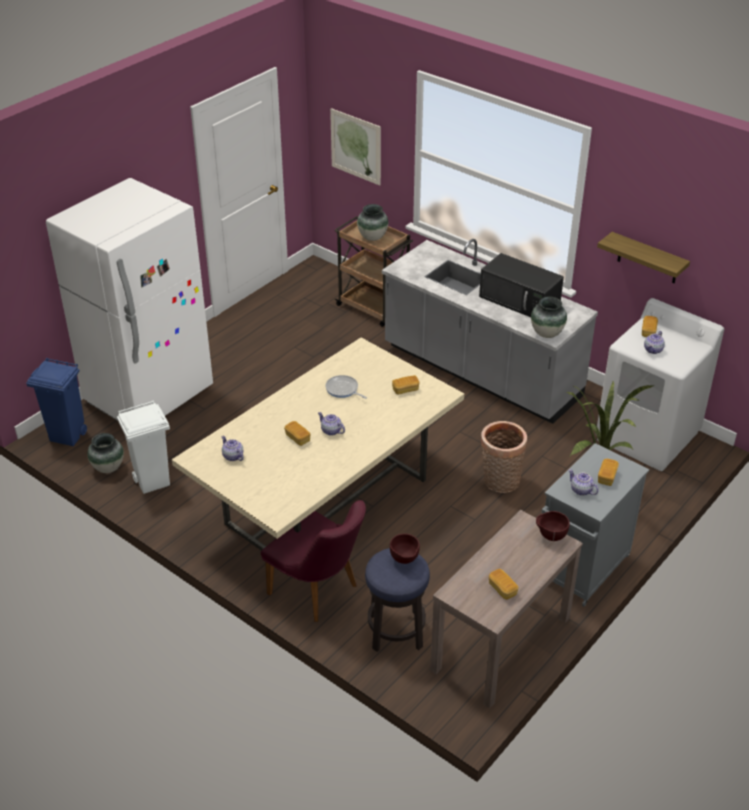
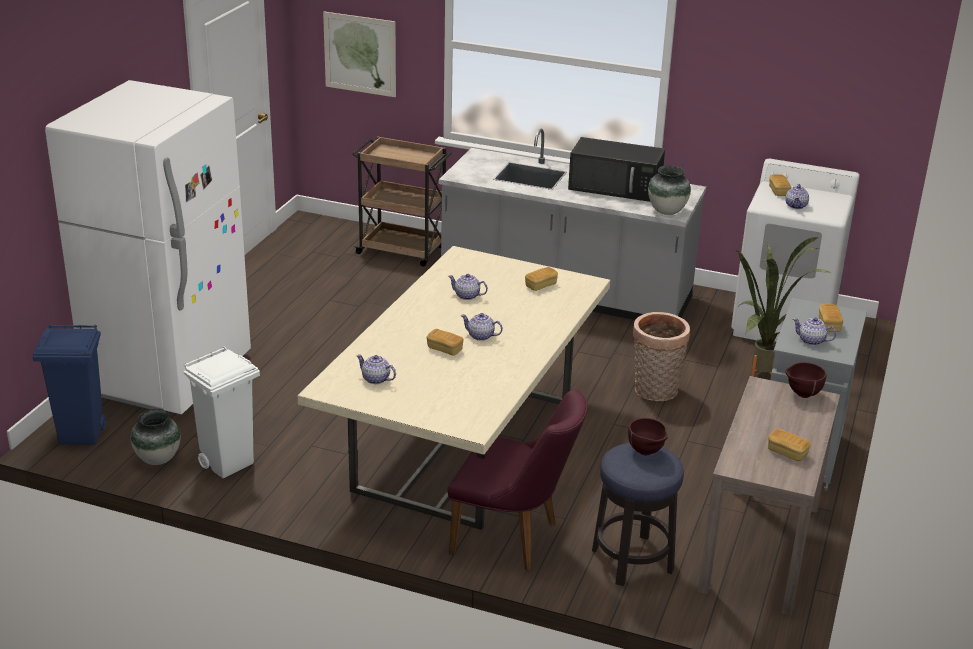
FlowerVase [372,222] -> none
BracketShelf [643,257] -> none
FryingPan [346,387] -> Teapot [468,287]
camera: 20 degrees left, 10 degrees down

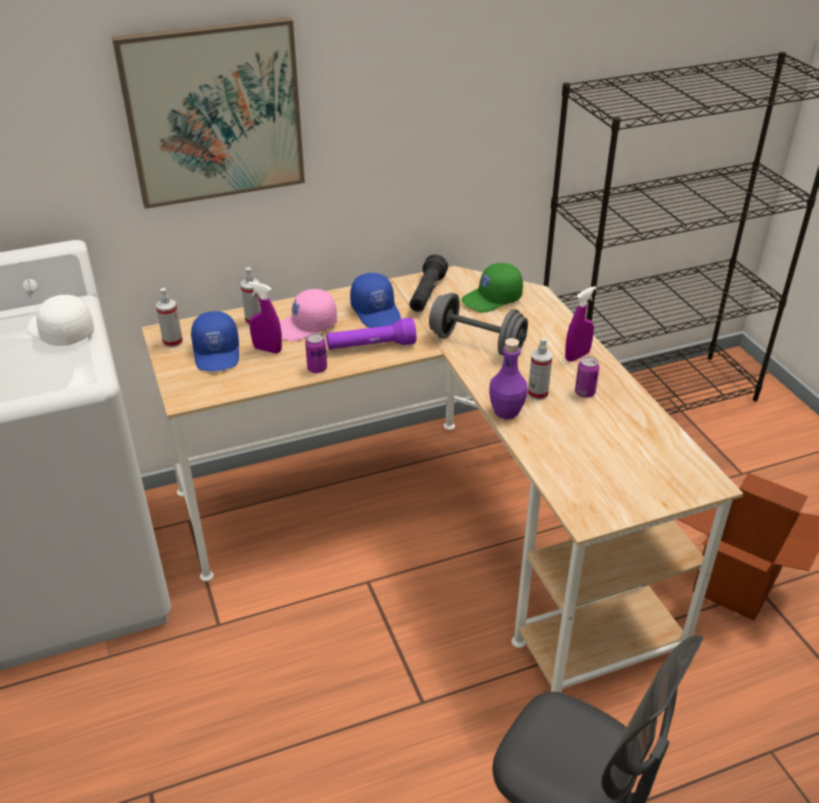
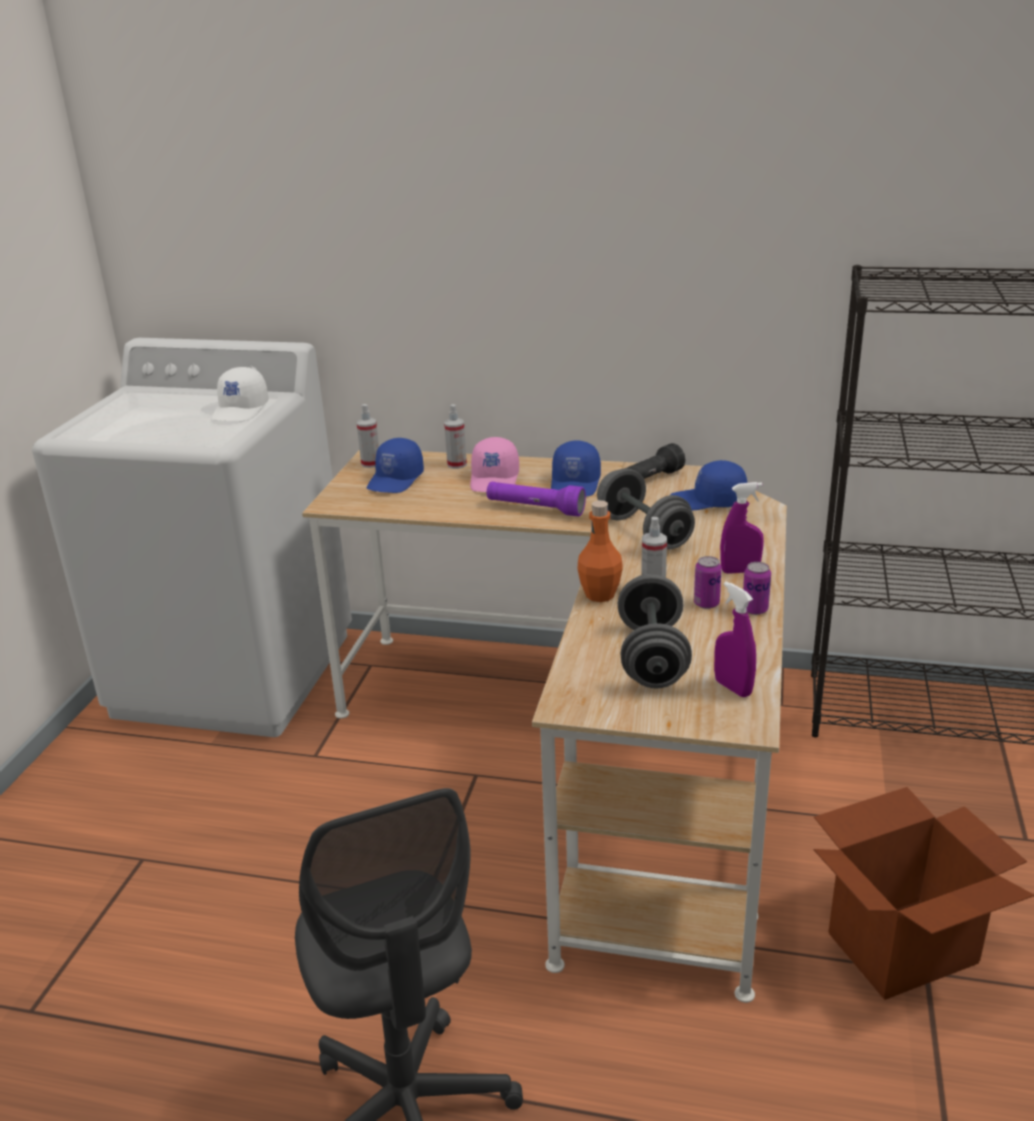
WallPicture [208,113] -> none
none -> GreyishDumbbell [655,631]
PurpleSprayBottle [265,318] -> PurpleSprayBottle [735,639], relocated
MetalCan [316,353] -> MetalCan [757,588], relocated
GreenishBaseballCap [492,288] -> BluishBaseballCap [708,485]
PurpleBeverageBottle [508,379] -> OrangeColouredBeverageBottle [600,551]
WhiteColouredBaseballCap [60,320] -> WhiteColouredBaseballCap [240,394], 150 degrees counterclockwise
PinkishBaseballCap [308,315] -> PinkishBaseballCap [494,464], 90 degrees counterclockwise
camera: 35 degrees right, 10 degrees down

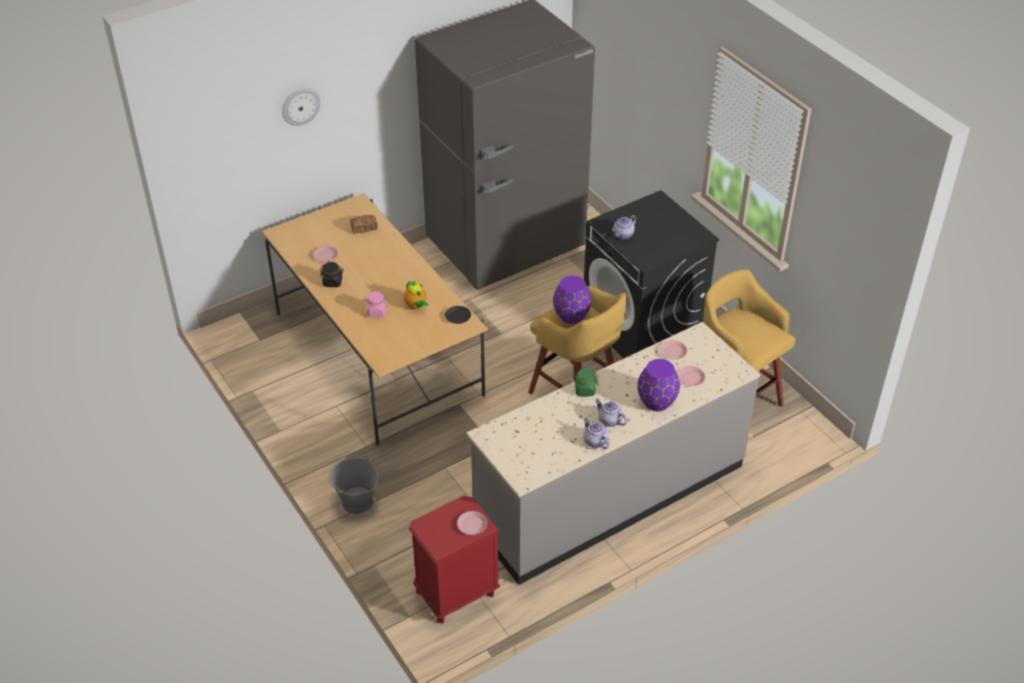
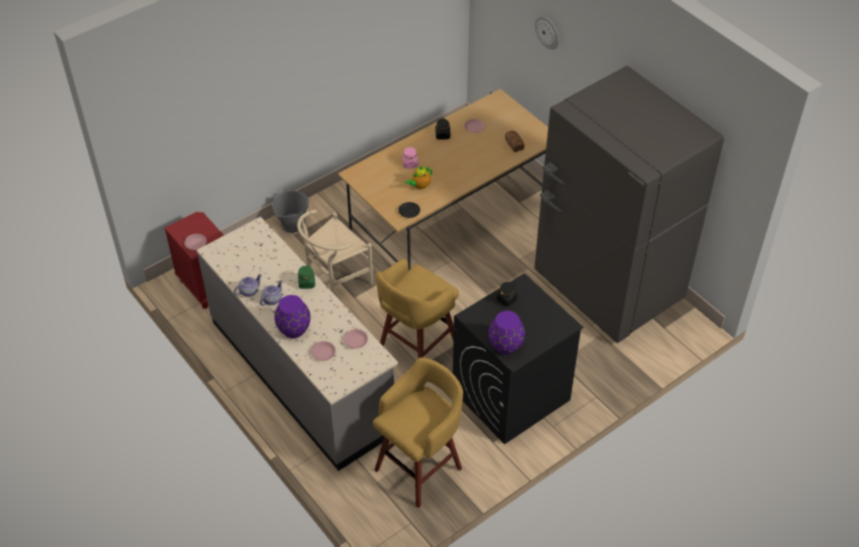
none -> BeigeColouredUprightChair [335,252]
PurpleFlowerVase [572,300] -> PurpleFlowerVase [506,333], relocated
Teapot [624,227] -> BlackishPreserveJar [506,294]
camera: 85 degrees right, 5 degrees up

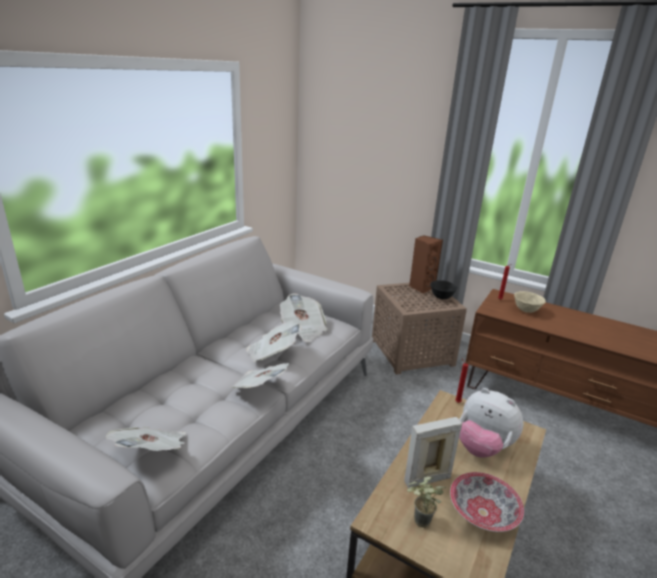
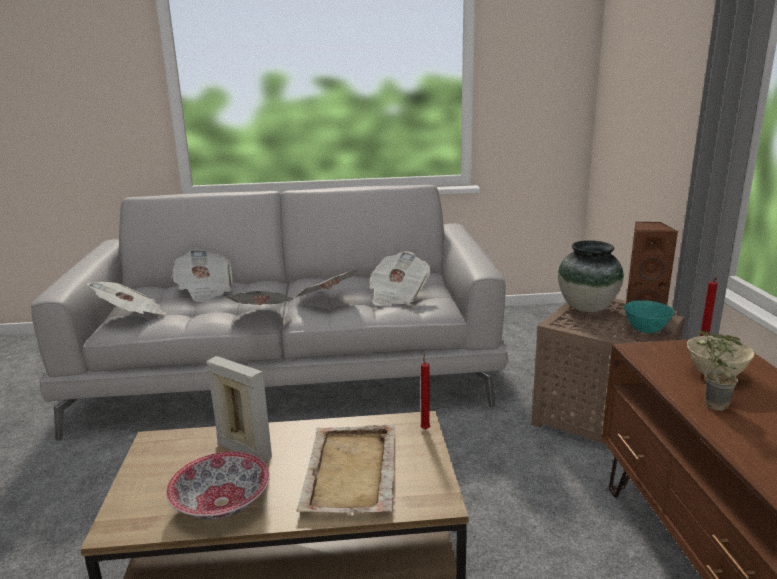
none -> Newspaper [202,275]
none -> FlowerVase [591,276]
PottedPlant [427,502] -> PottedPlant [719,371], relocated
CuddlyToy [491,423] -> BeigeColouredCarryingTray [346,469]
BlackishBowl [443,289] -> TurquoiseBowl [649,317]
camera: 55 degrees right, 5 degrees down

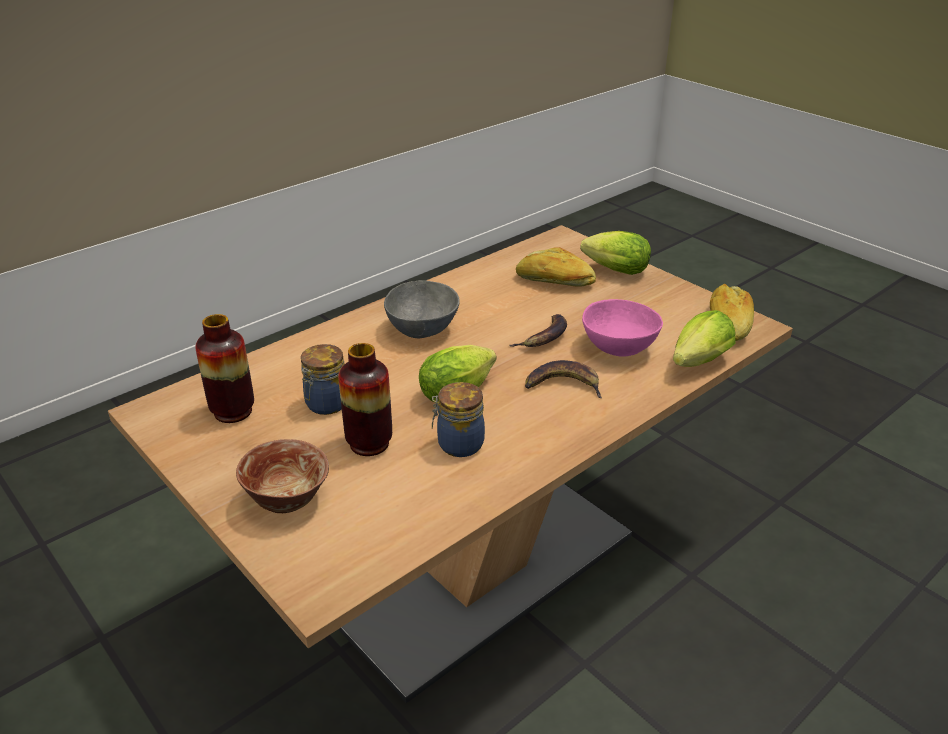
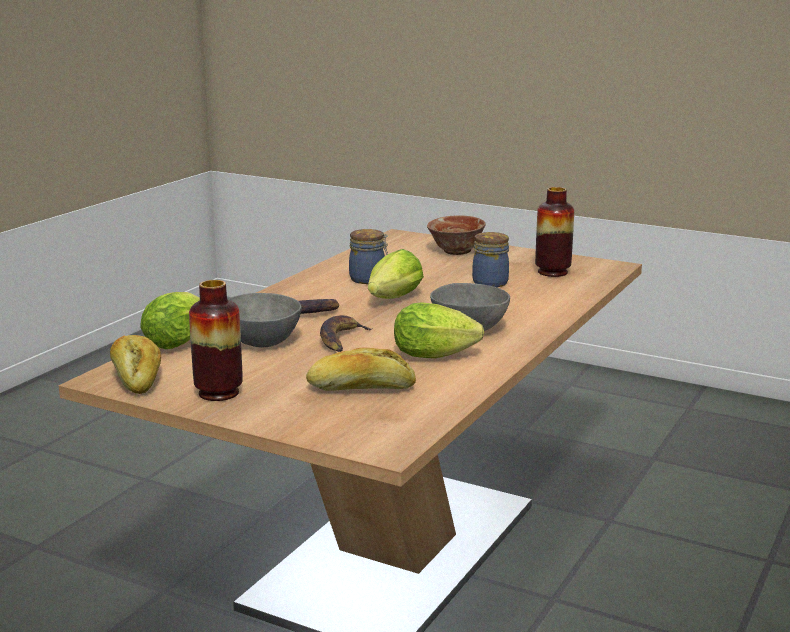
FlowerVase [365,399] -> FlowerVase [216,340], relocated
Lettuce [615,253] -> Lettuce [439,330], relocated
PinkishBowl [622,328] -> GreyishBowl [264,320]
camera: 160 degrees right, 15 degrees down

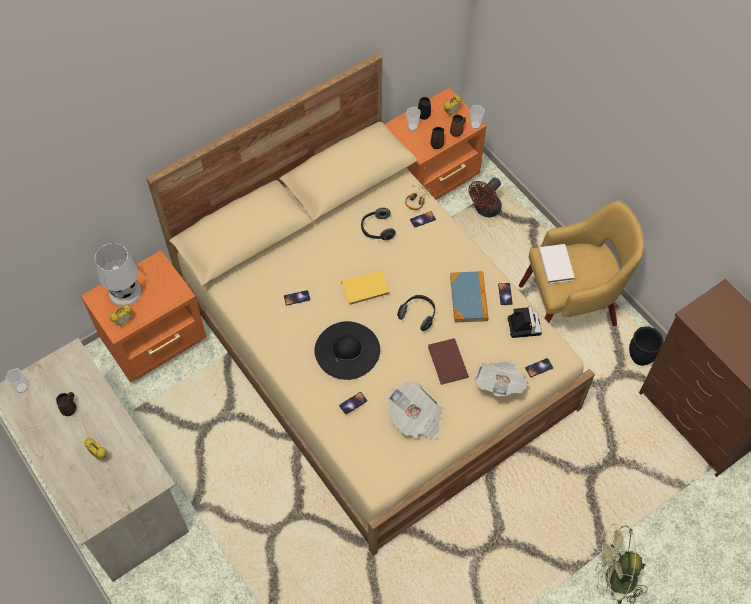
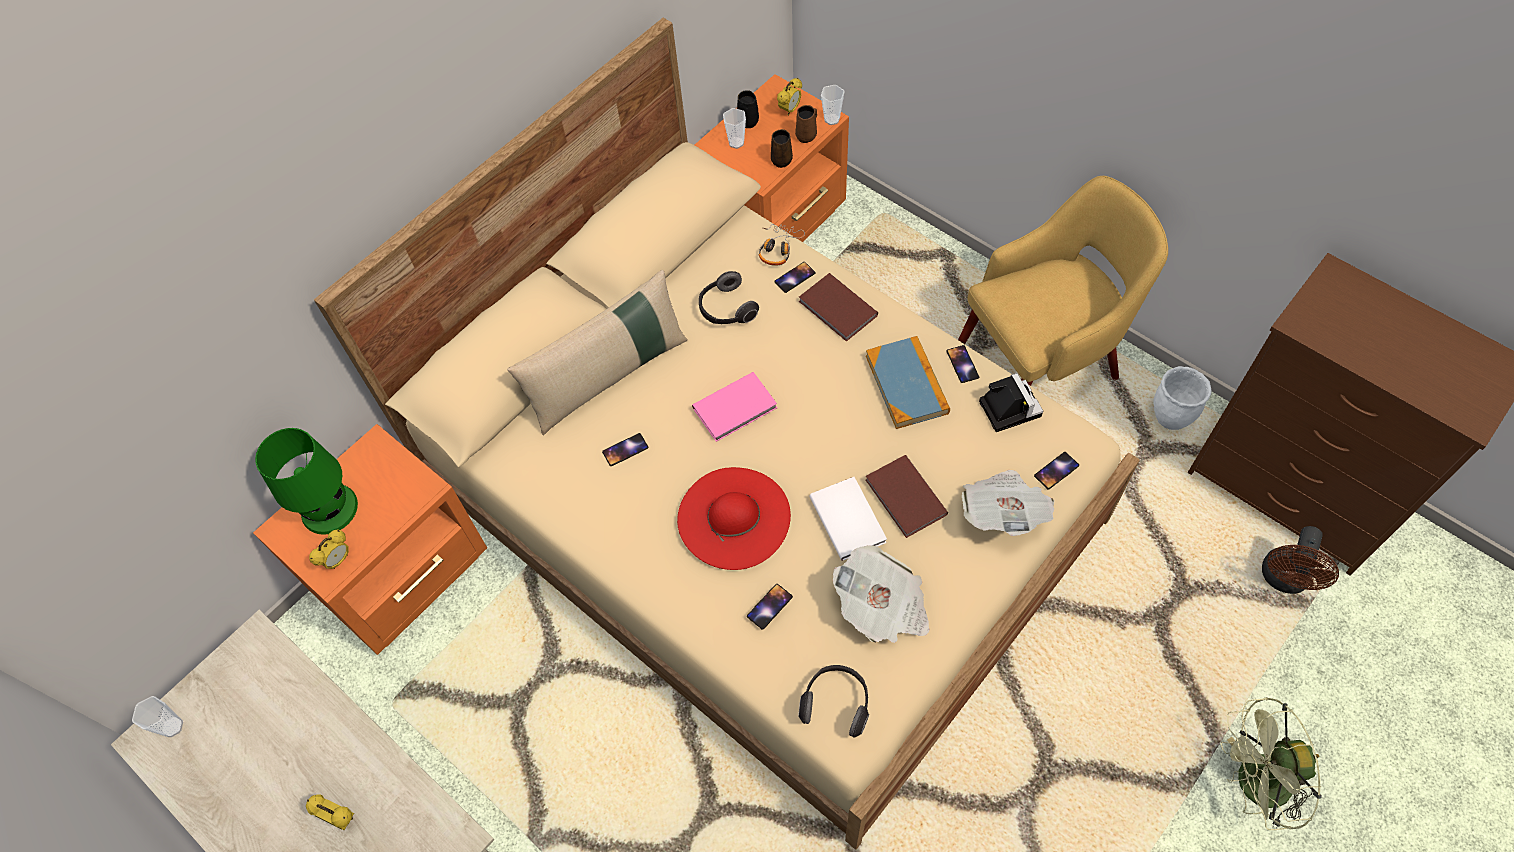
BrownishTeaMug [66,404] -> none
none -> BeigeColouredCushion [597,352]
none -> BrownishBoundBook [838,307]
PairOfHeadphones [416,313] -> PairOfHeadphones [834,701], relocated
BrownishFan [485,197] -> BrownishFan [1300,560], relocated
WhiteColouredBoundBook [557,263] -> WhiteColouredBoundBook [848,519], relocated
WhiteColouredLampForATable [118,274] -> GreenishLampForATable [306,481]
BlackishHat [347,350] -> ReddishHat [734,518]
YellowColouredBoundBook [365,288] -> PinkishBoundBook [734,407]
BlackishPlanter [646,346] -> WhiteColouredPlanter [1182,398]
camera: 10 degrees left, 0 degrees up

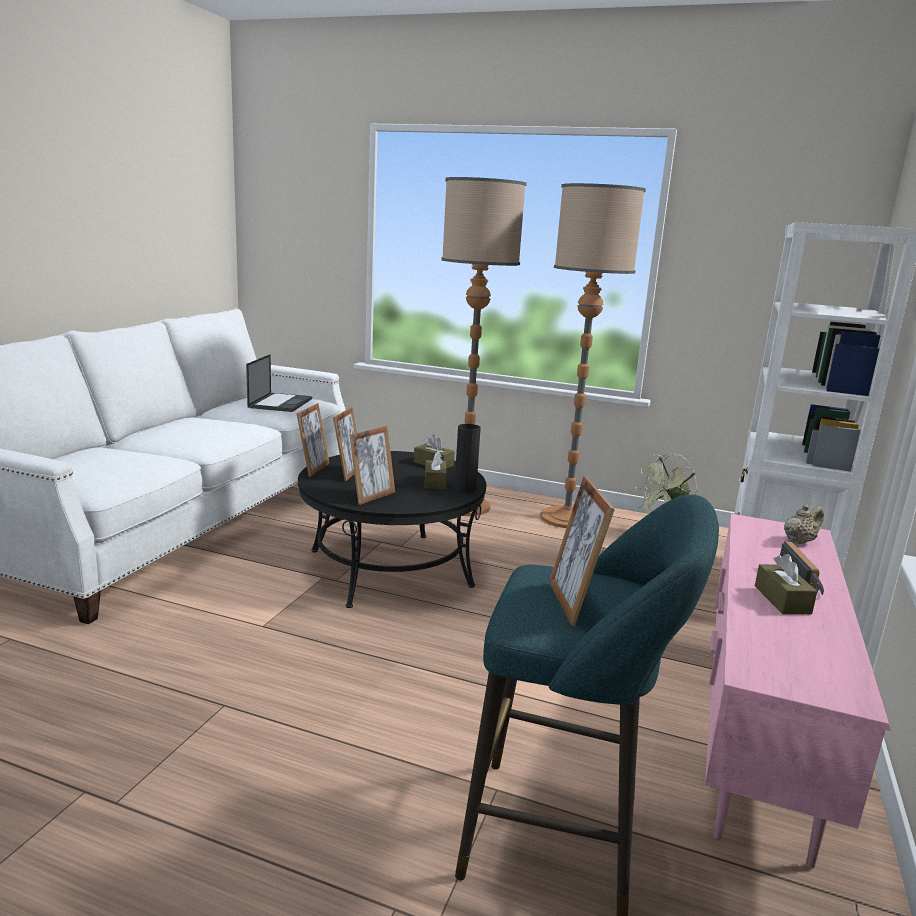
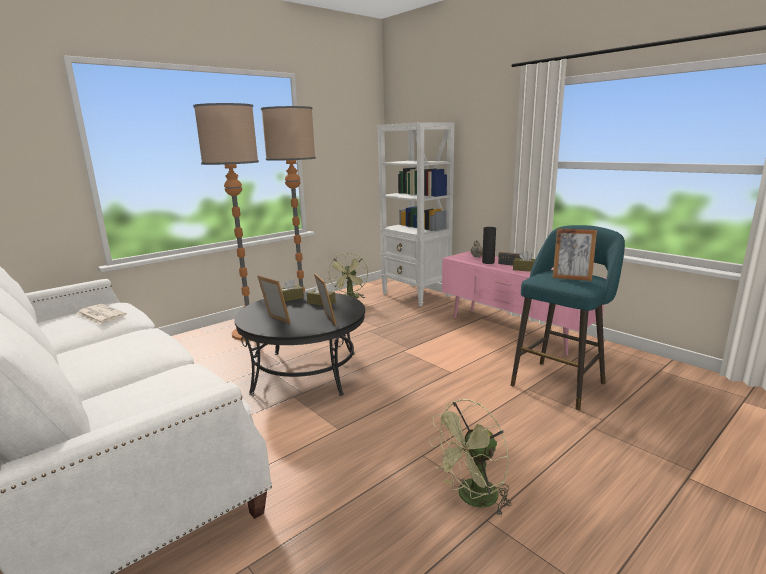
PictureFrame [313,440] -> none
none -> GreenishFan [470,458]
BlackishFlowerVase [467,458] -> BlackishFlowerVase [489,245], relocated
PortableComputer [279,383] -> Newspaper [102,314]
camera: 60 degrees left, 0 degrees up

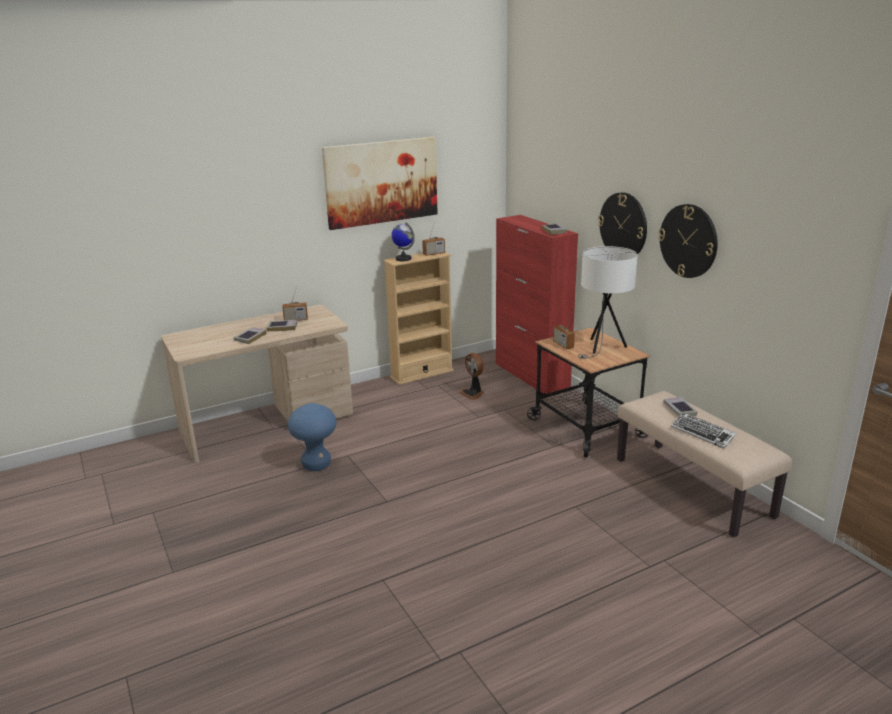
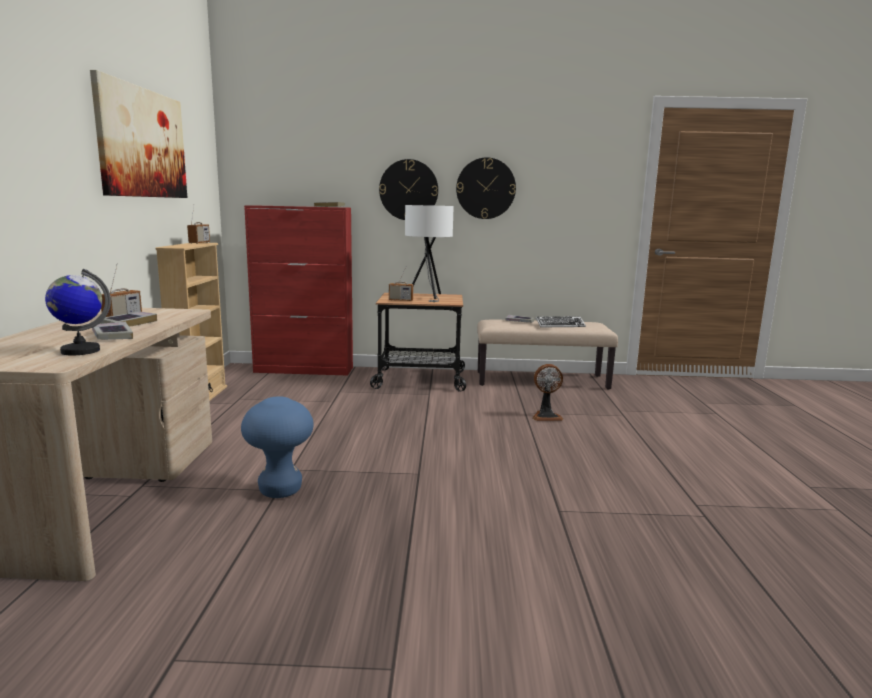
DeskGlobe [403,241] -> DeskGlobe [78,312], relocated
Fan [471,376] -> Fan [548,392], relocated
camera: 60 degrees left, 10 degrees down

